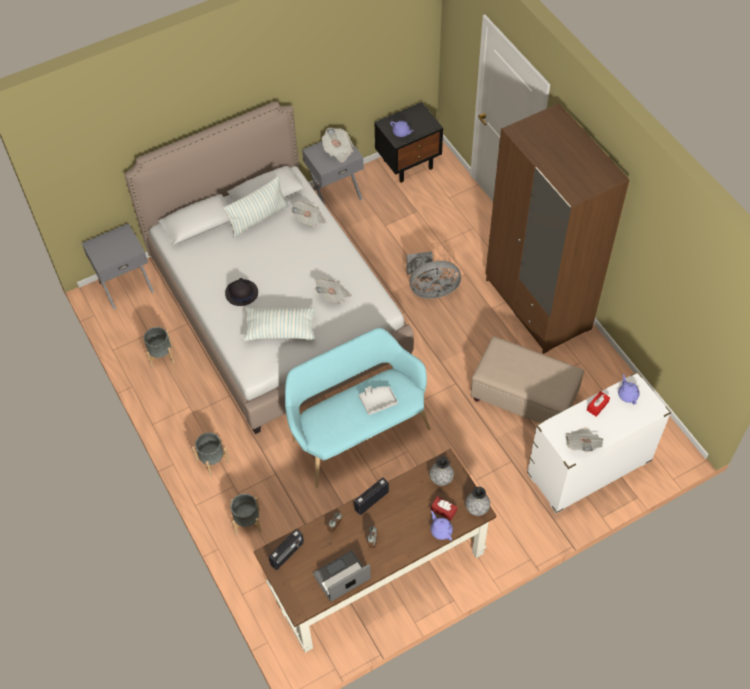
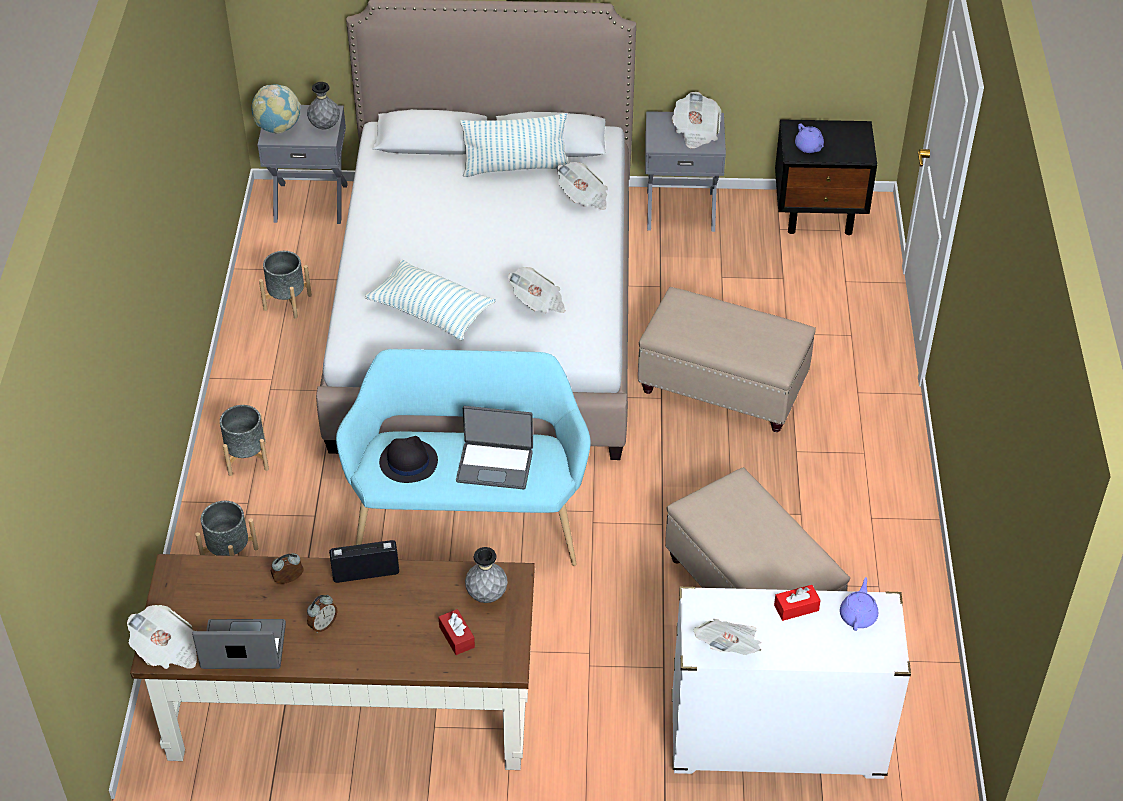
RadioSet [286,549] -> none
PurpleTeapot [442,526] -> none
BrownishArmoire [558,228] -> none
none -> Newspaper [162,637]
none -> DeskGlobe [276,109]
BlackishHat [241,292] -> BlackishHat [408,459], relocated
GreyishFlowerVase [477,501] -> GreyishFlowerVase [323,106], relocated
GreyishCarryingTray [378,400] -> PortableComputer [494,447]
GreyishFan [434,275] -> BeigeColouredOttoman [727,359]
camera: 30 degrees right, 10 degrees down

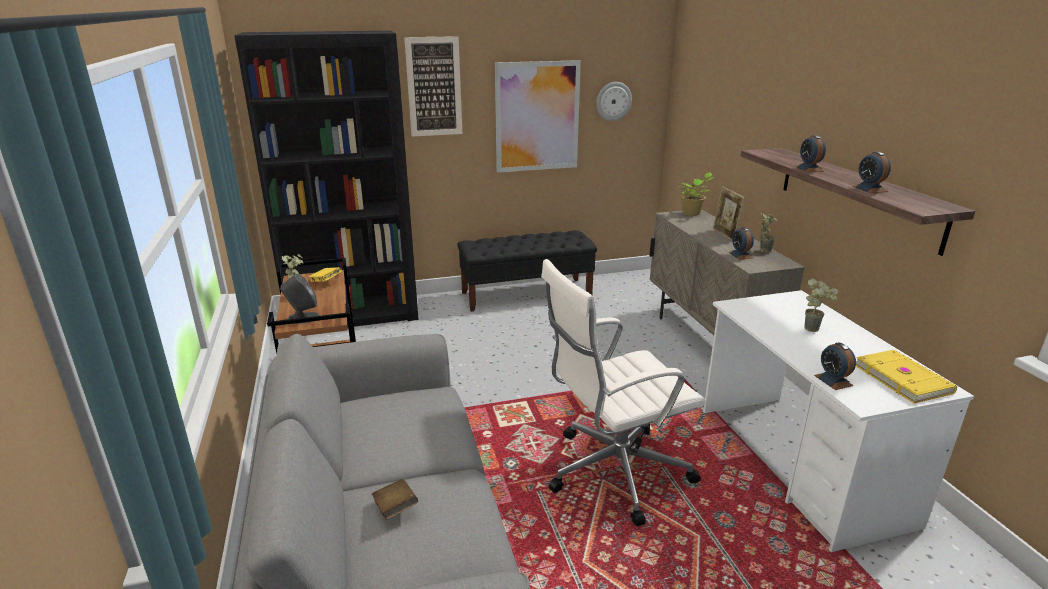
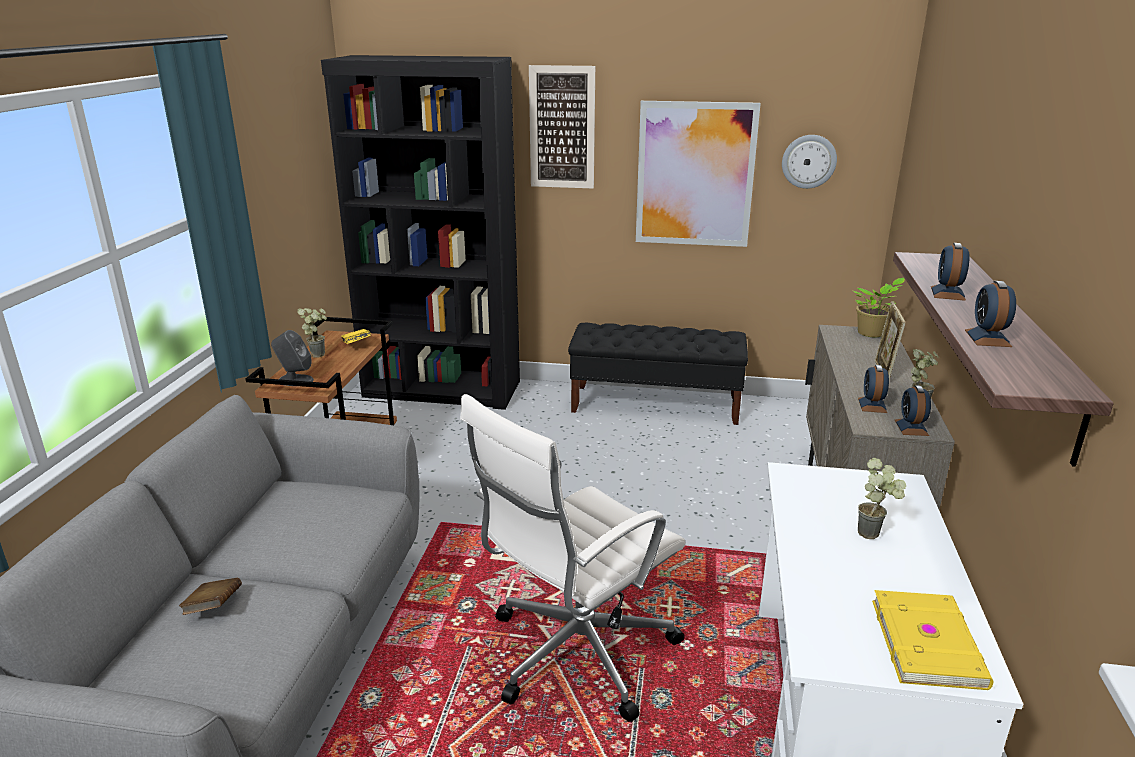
TableClock [835,366] -> TableClock [913,410], relocated
WhiteColouredDeskChair [623,393] -> WhiteColouredDeskChair [572,558], 45 degrees counterclockwise
camera: 25 degrees right, 0 degrees up

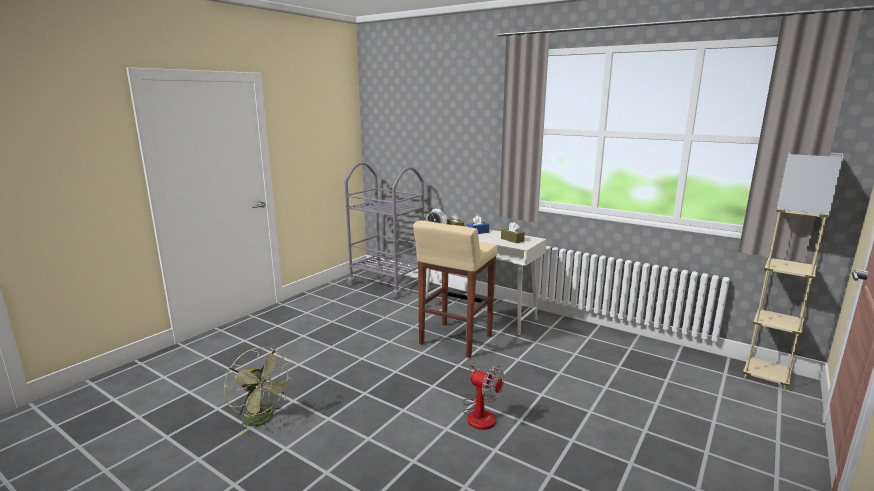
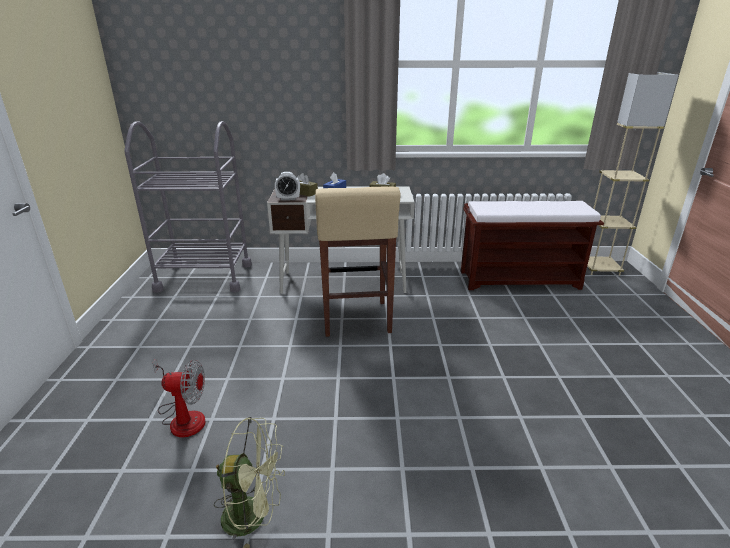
none -> BrownishBench [532,245]
Fan [483,395] -> Fan [179,398], relocated
camera: 35 degrees left, 10 degrees up

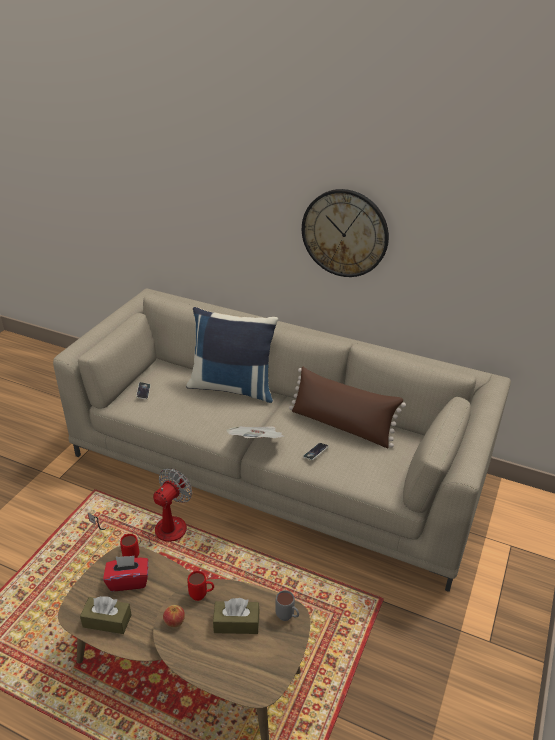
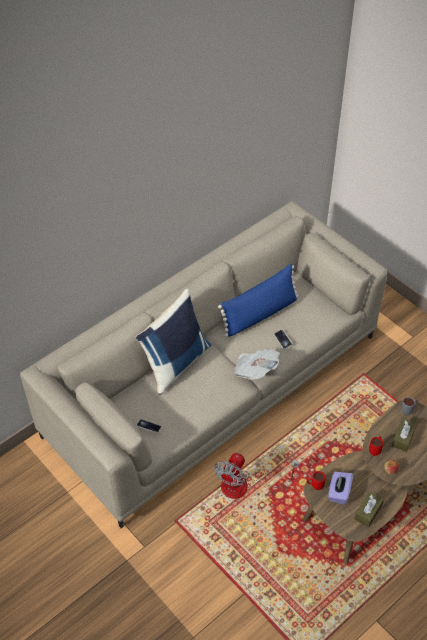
WallClock [345,233] -> none
ReddishTissueHolder [125,573] -> PurpleTissueHolder [340,488]
BrownishCushion [347,407] -> BluishCushion [258,300]
Fan [140,506] -> Fan [256,476], 120 degrees counterclockwise
camera: 65 degrees left, 15 degrees up

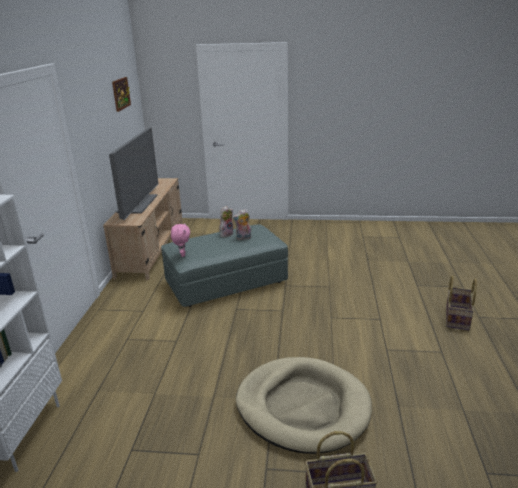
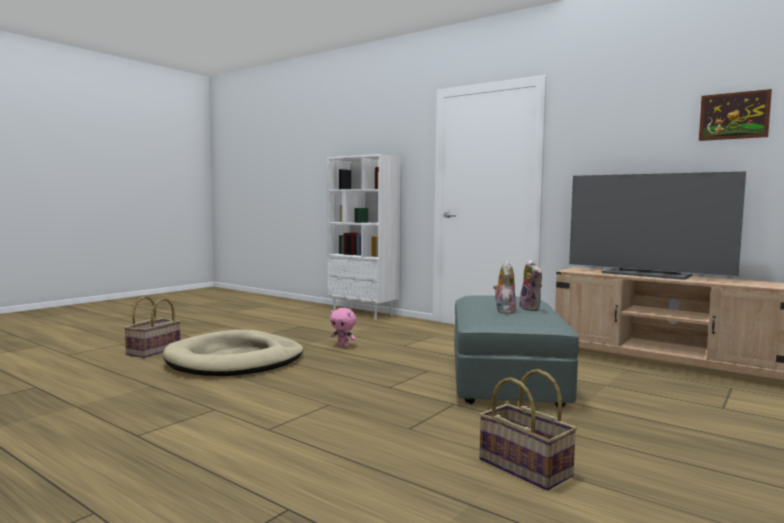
PinkishCuddlyToy [180,240] -> PinkishCuddlyToy [343,327], relocated
StorageBasket [461,303] -> StorageBasket [528,430], relocated
camera: 120 degrees right, 20 degrees down

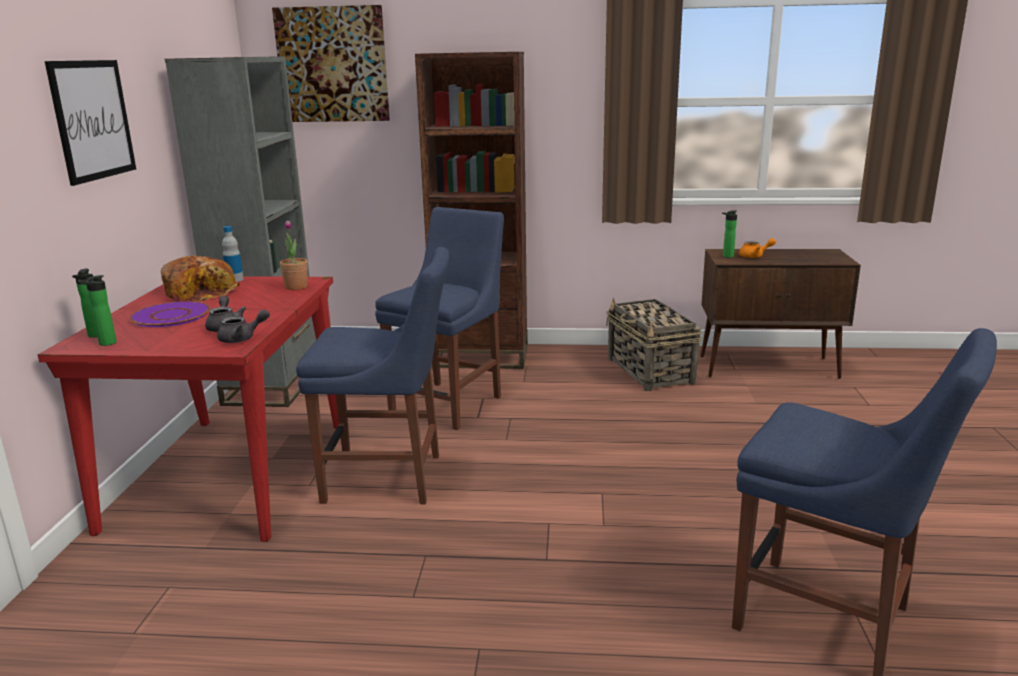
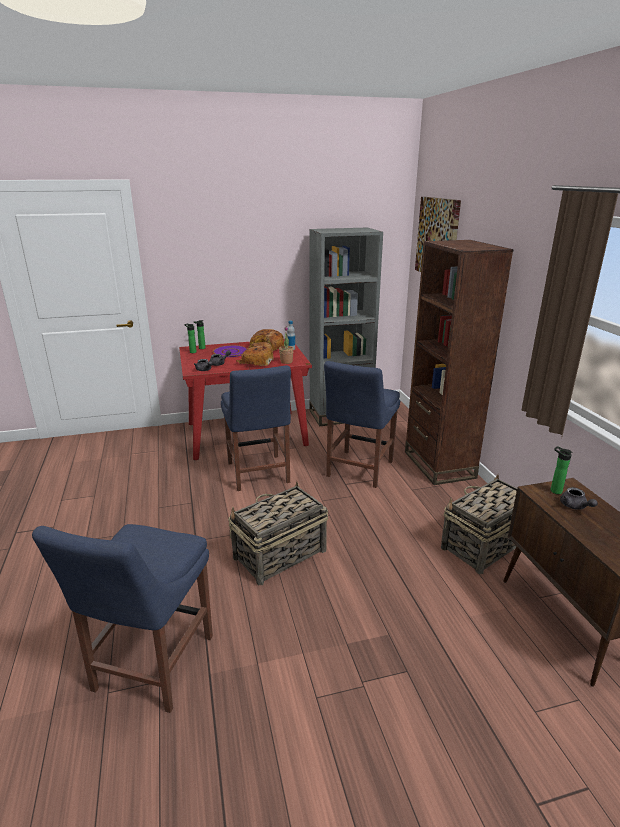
WallPicture [90,123] -> none
none -> StorageBasket [278,533]
none -> Bread [254,354]
OrangeColouredTeapot [757,248] -> GreyishTeapot [579,498]
BluishUprightChair [439,318] -> BluishUprightChair [362,424], 105 degrees clockwise
camera: 70 degrees right, 5 degrees up

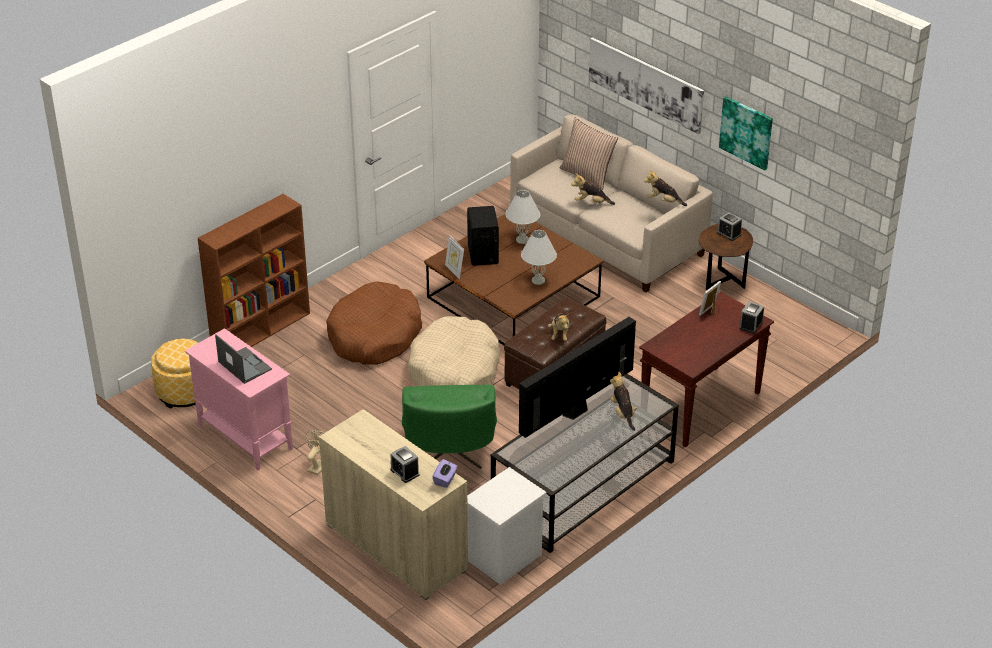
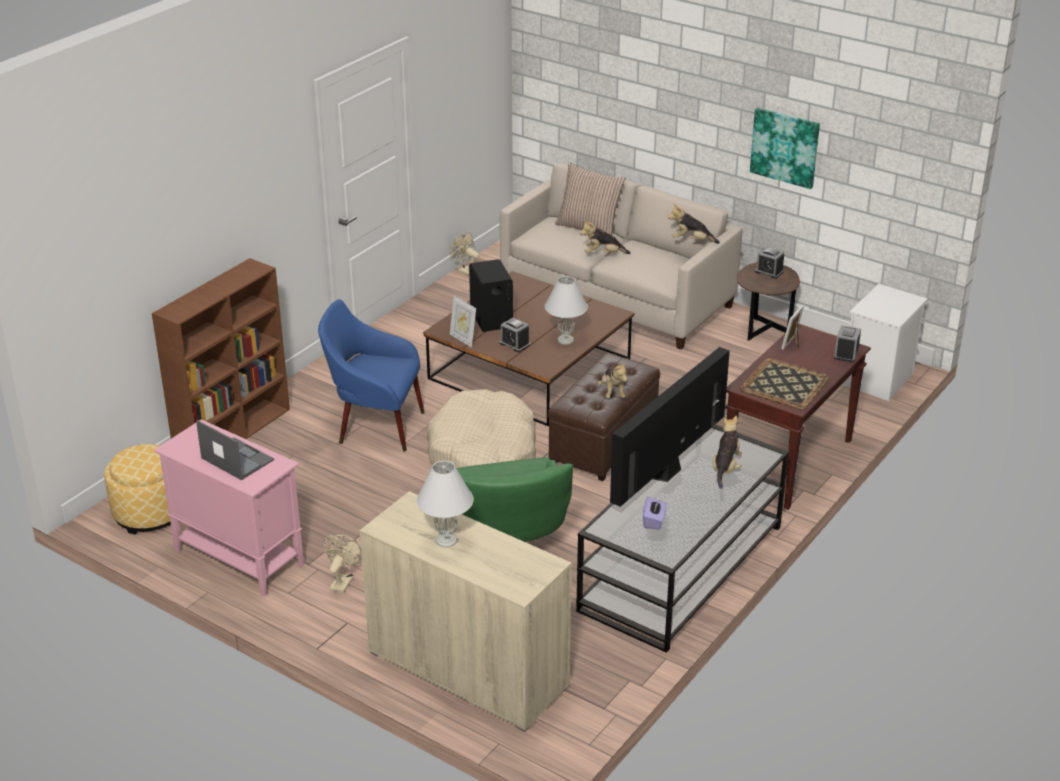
WallPicture [646,85] -> none
none -> BeigeColouredFan [464,254]
none -> CarryingTray [785,384]
TableClock [404,464] -> TableClock [515,335], relocated
PurpleTissueHolder [445,473] -> PurpleTissueHolder [655,513], relocated
WhiteColouredBedsideTable [506,526] -> WhiteColouredBedsideTable [885,342], relocated
WhiteColouredLampForATable [523,217] -> WhiteColouredLampForATable [445,504], relocated
BrownishPetBed [374,323] -> BluishArmchair [371,375]
CuddlyToy [623,401] -> CuddlyToy [727,452], 45 degrees clockwise
camera: 10 degrees left, 5 degrees down

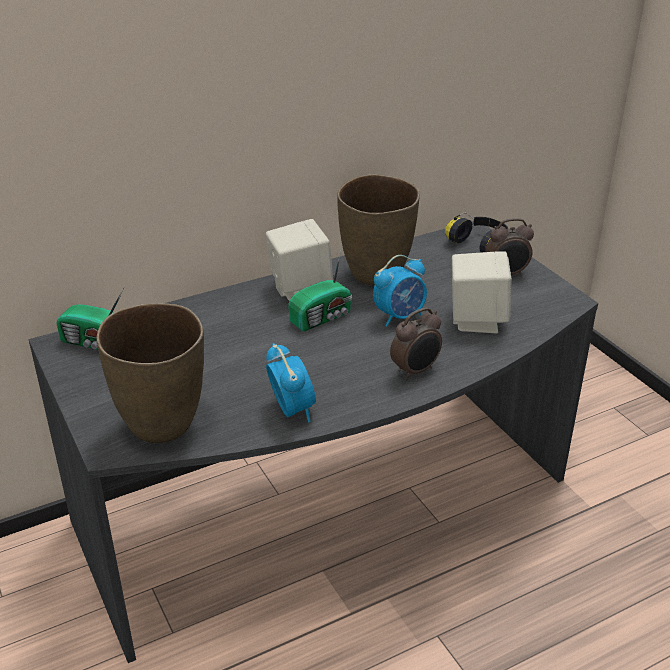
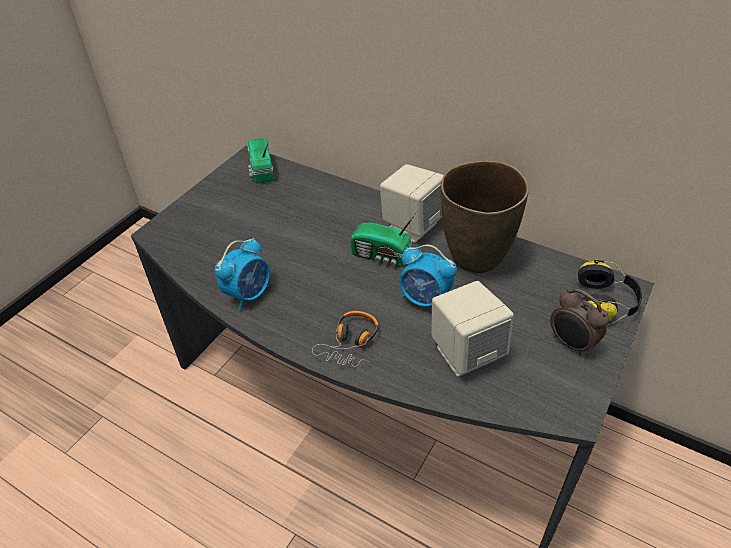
BrownishFlowerVase [150,373] -> none
TableClock [416,343] -> PairOfHeadphones [345,339]
camera: 60 degrees right, 10 degrees up

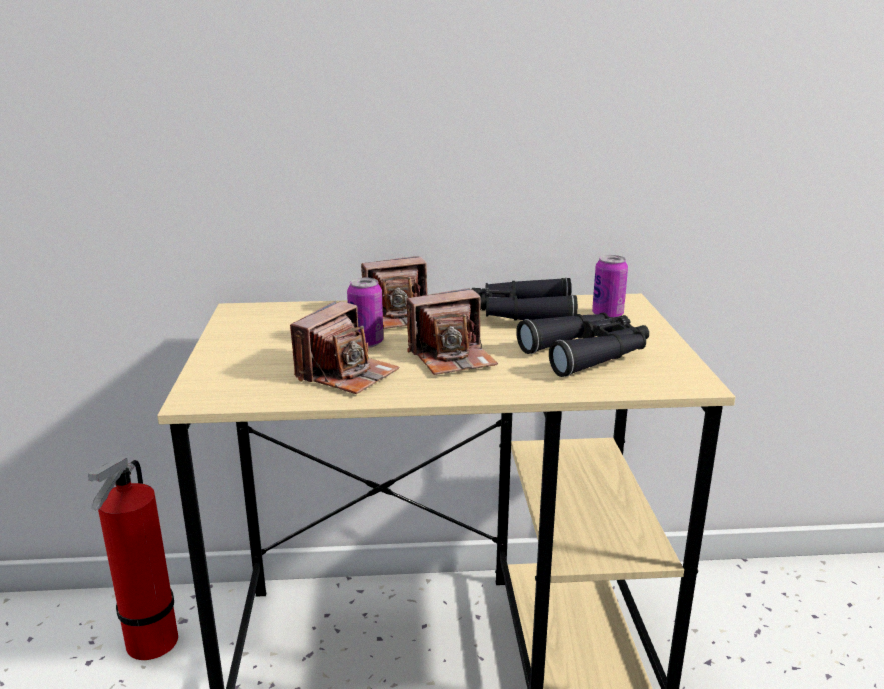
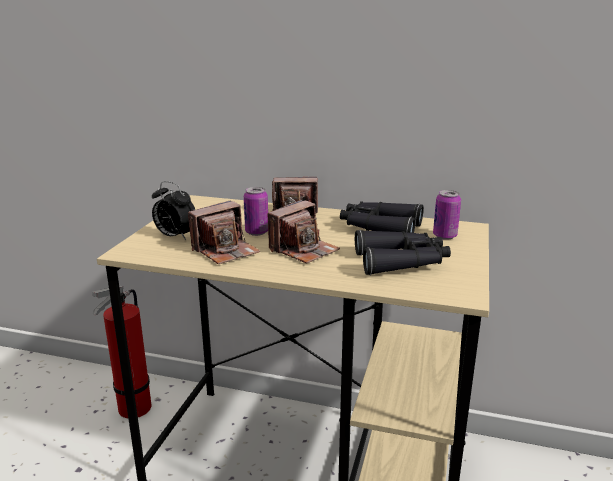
none -> TableClock [173,210]
StillCamera [452,331] -> StillCamera [303,232], 45 degrees counterclockwise
camera: 20 degrees right, 0 degrees up

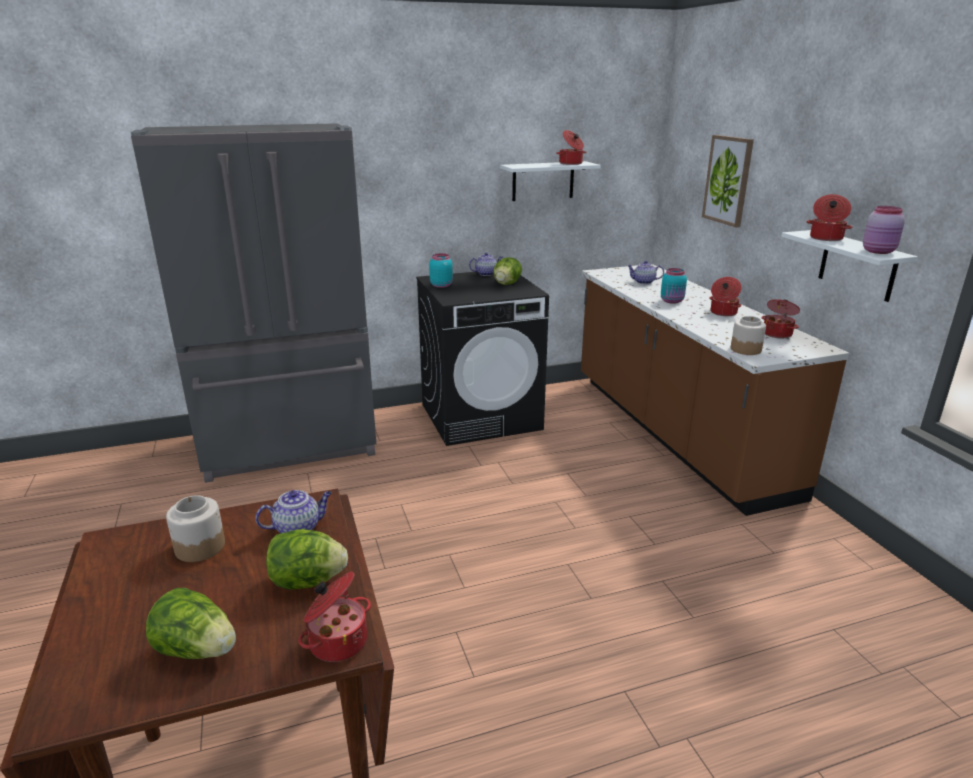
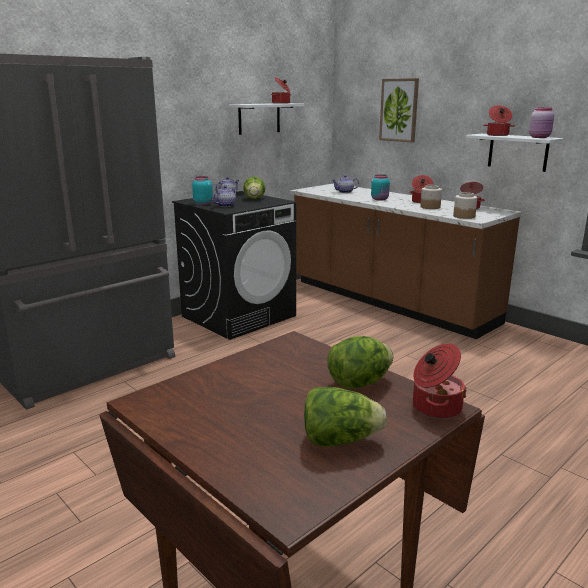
PreserveJar [195,528] -> PreserveJar [431,197], relocated
Teapot [293,511] -> Teapot [224,196], relocated
camera: 25 degrees left, 5 degrees down

